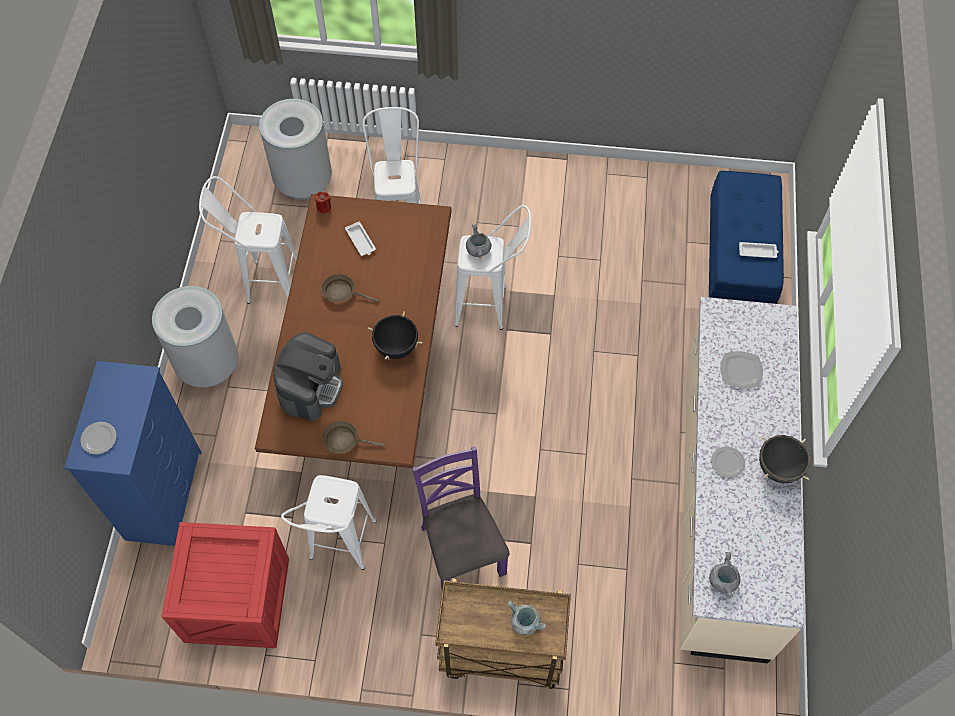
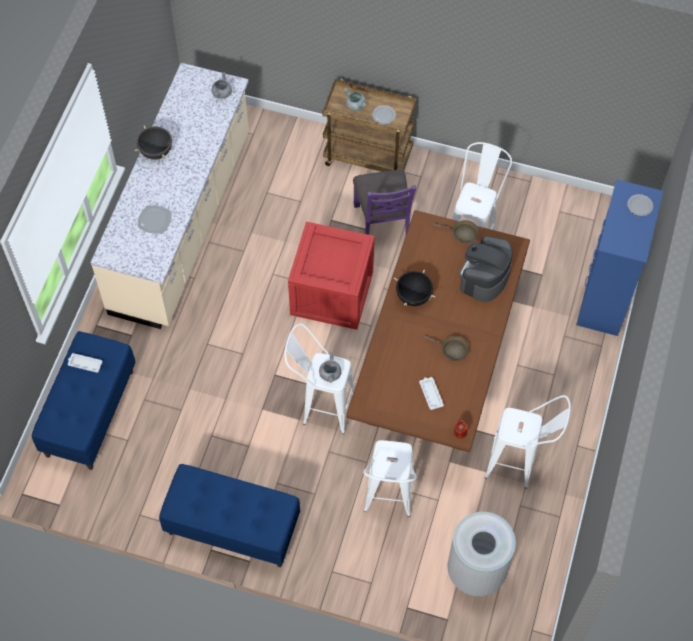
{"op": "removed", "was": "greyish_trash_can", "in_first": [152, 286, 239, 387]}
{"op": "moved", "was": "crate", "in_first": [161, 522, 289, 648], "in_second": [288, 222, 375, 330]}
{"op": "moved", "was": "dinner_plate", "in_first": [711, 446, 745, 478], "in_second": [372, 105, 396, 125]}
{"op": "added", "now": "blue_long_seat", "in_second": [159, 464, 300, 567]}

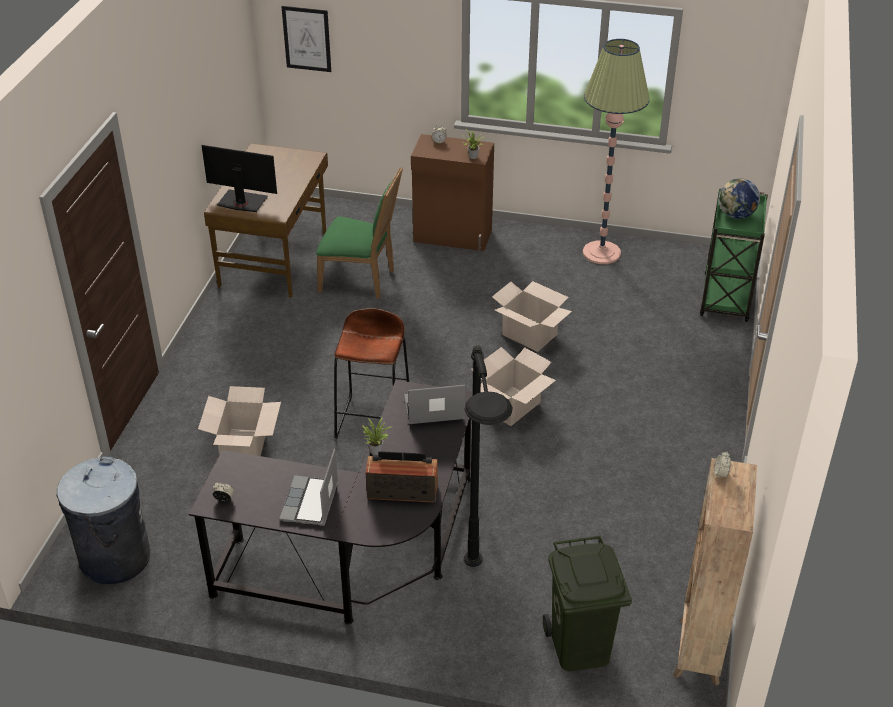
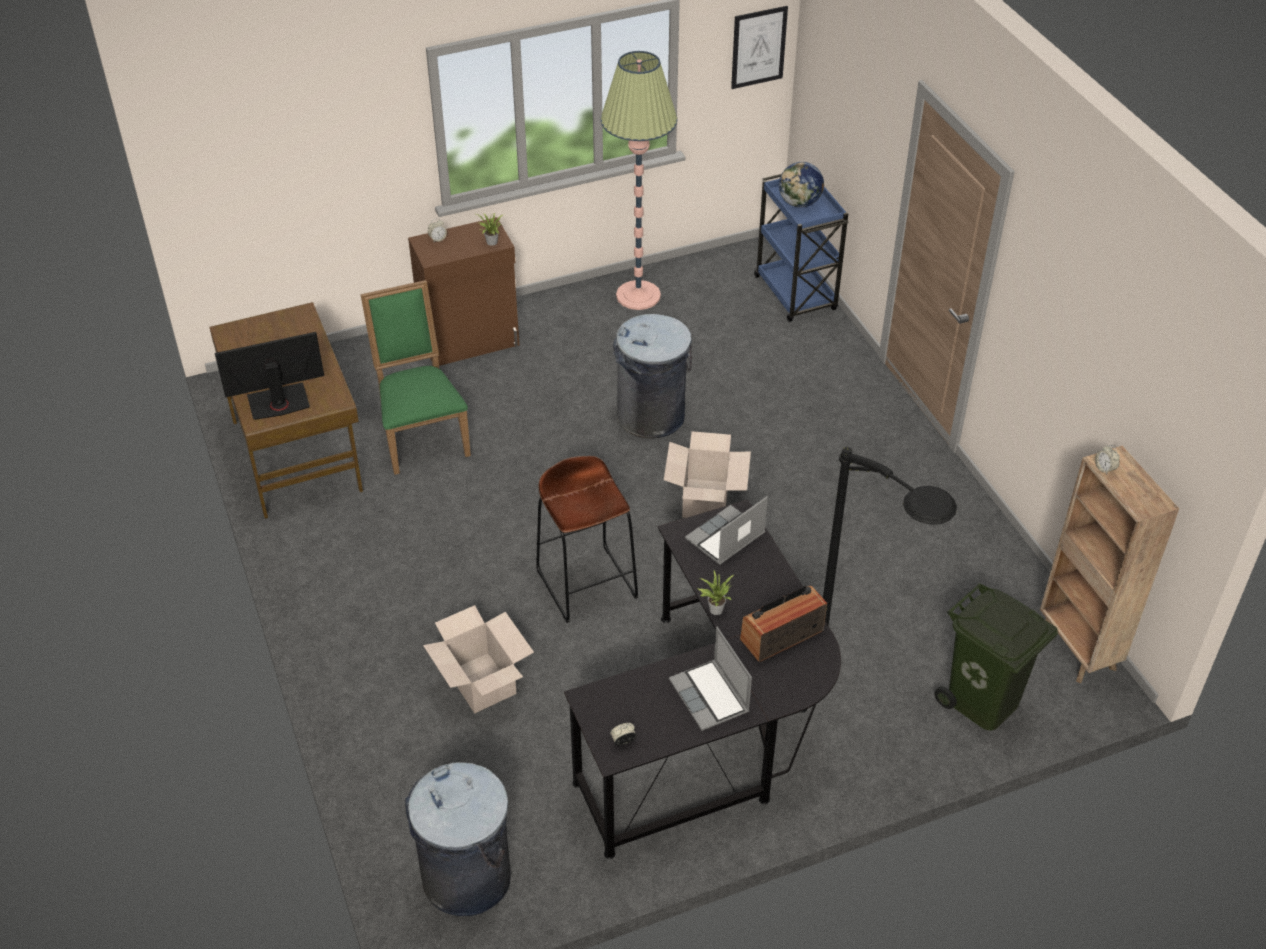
{"op": "moved", "was": "picture", "in_first": [281, 6, 331, 72], "in_second": [731, 6, 788, 89]}
{"op": "turned", "was": "green-coloured_plain_chair", "in_first": [316, 167, 403, 299], "in_second": [360, 280, 471, 475], "clockwise": -90}
{"op": "replaced", "was": "cardboard_box", "now": "greyish_trash_can", "in_first": [492, 281, 572, 352], "in_second": [613, 314, 692, 439]}
{"op": "recoloured", "was": "green-coloured_trolley", "now": "blue_trolley", "in_first": [700, 189, 768, 322], "in_second": [754, 174, 848, 322]}

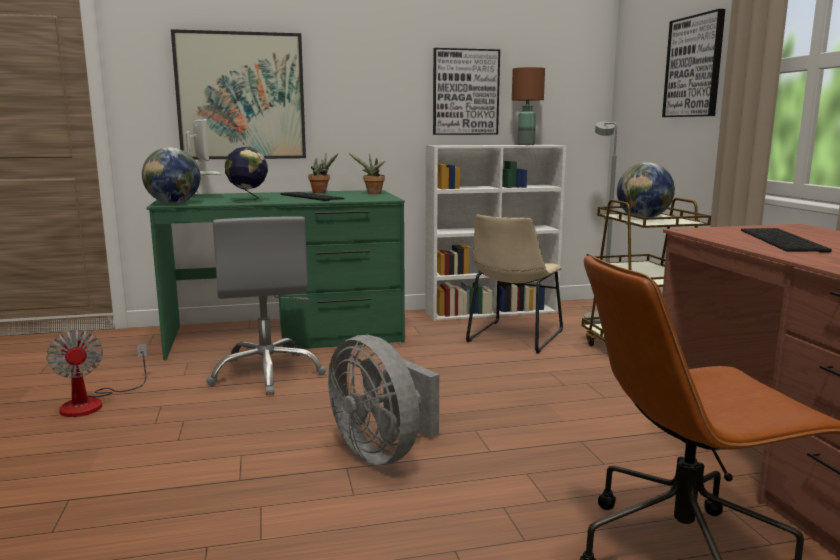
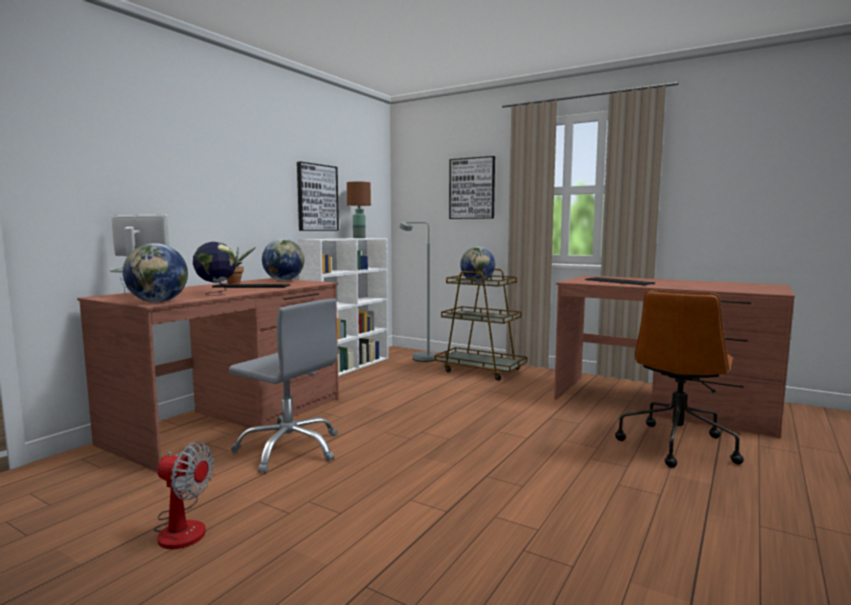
{"op": "recoloured", "was": "green-coloured_desk_table", "now": "brown-coloured_desk_table", "in_first": [146, 190, 405, 360], "in_second": [77, 278, 339, 472]}
{"op": "removed", "was": "picture", "in_first": [171, 29, 306, 159]}
{"op": "removed", "was": "greyish_cooling_fan", "in_first": [328, 335, 439, 465]}
{"op": "replaced", "was": "plant_in_a_pot", "now": "globe", "in_first": [350, 153, 385, 194], "in_second": [262, 239, 304, 281]}
{"op": "removed", "was": "beige-coloured_plain_chair", "in_first": [466, 214, 563, 354]}

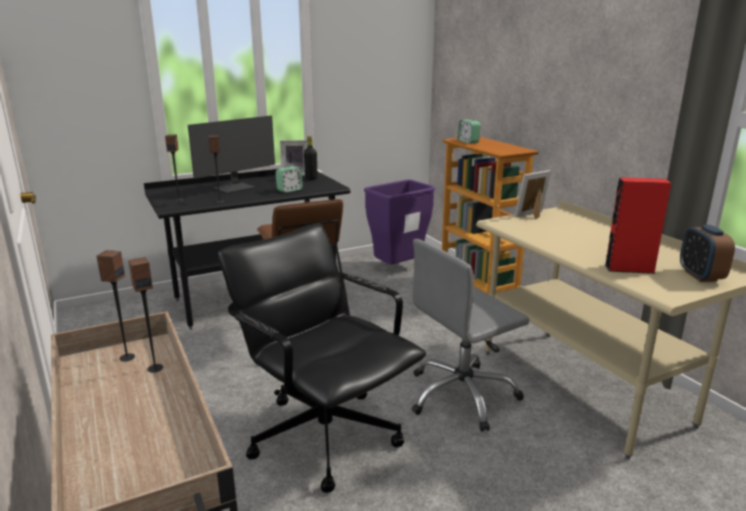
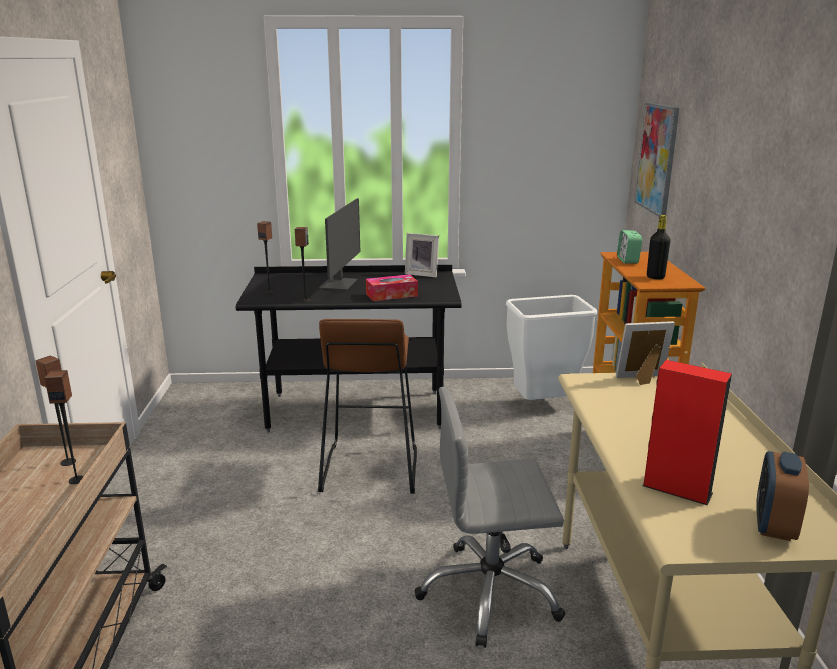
{"op": "turned", "was": "monitor", "in_first": [188, 116, 275, 193], "in_second": [319, 198, 360, 290], "clockwise": -60}
{"op": "removed", "was": "blackish_office_chair", "in_first": [218, 223, 426, 493]}
{"op": "replaced", "was": "alarm_clock", "now": "box_of_tissues", "in_first": [276, 166, 303, 193], "in_second": [366, 274, 418, 301]}
{"op": "moved", "was": "blackish_beverage_bottle", "in_first": [304, 136, 317, 180], "in_second": [647, 215, 670, 280]}
{"op": "recoloured", "was": "purple_trash_can", "now": "whitish_trash_can", "in_first": [364, 180, 435, 265], "in_second": [506, 295, 597, 400]}
{"op": "added", "now": "picture", "in_second": [635, 103, 679, 217]}

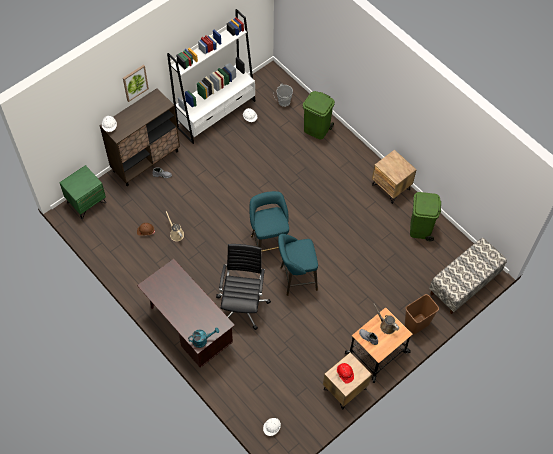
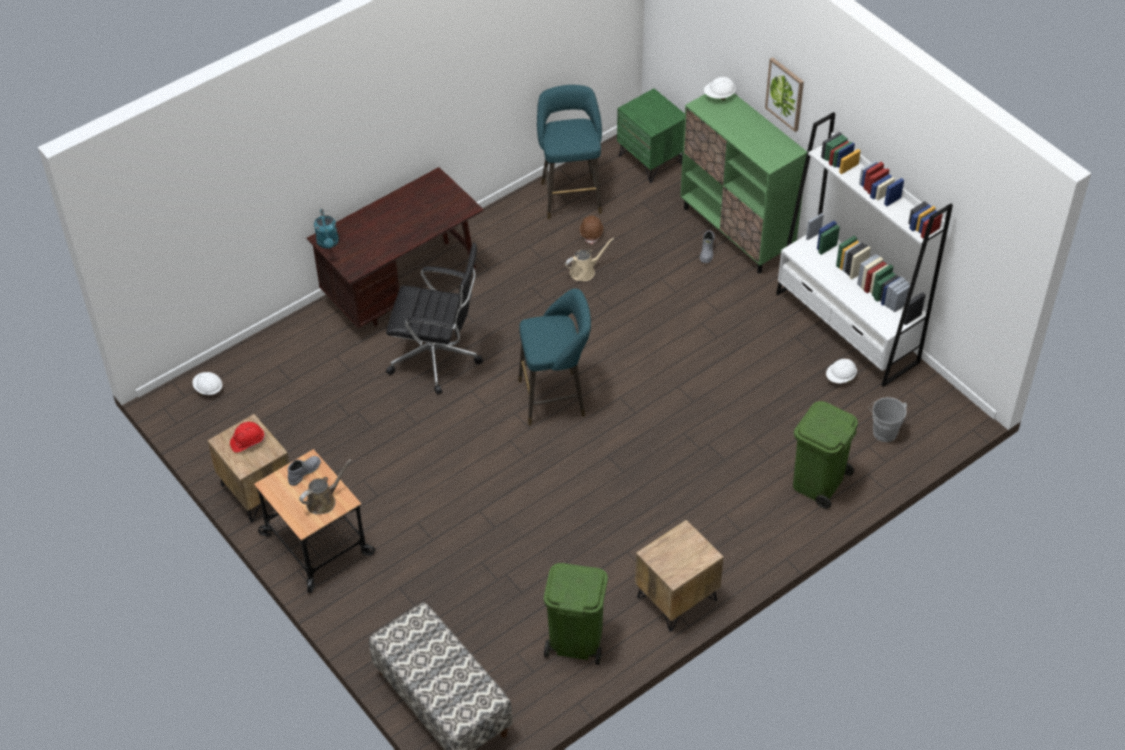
{"op": "recoloured", "was": "brown-coloured_cabinet", "now": "green-coloured_cabinet", "in_first": [100, 88, 180, 186], "in_second": [680, 93, 807, 273]}
{"op": "moved", "was": "turquoise_sitting_stool", "in_first": [278, 234, 318, 296], "in_second": [537, 85, 602, 219]}
{"op": "removed", "was": "brown-coloured_trash_can", "in_first": [405, 294, 439, 335]}

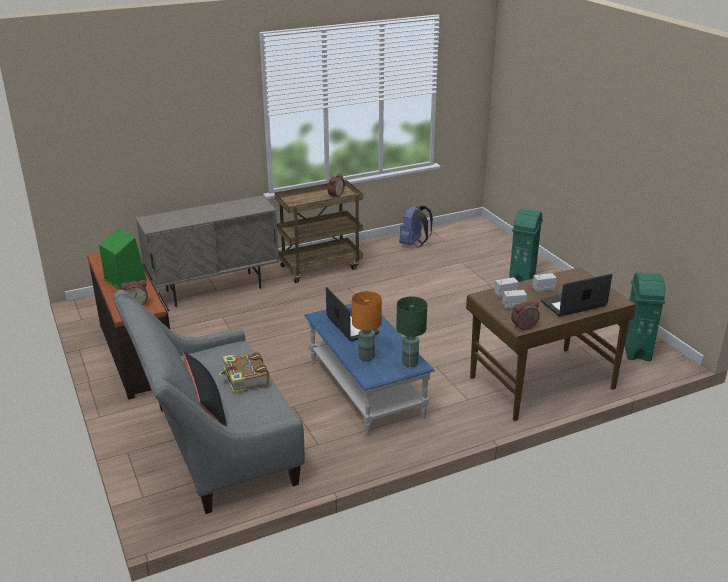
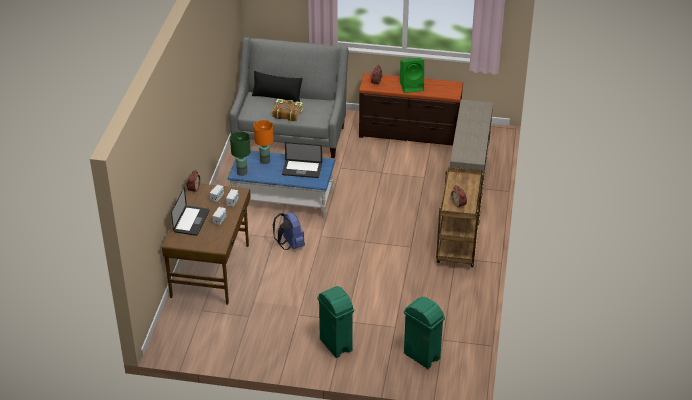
{"op": "moved", "was": "blue_backpack", "in_first": [399, 205, 433, 247], "in_second": [273, 212, 305, 250]}
{"op": "moved", "was": "green-coloured_trash_can", "in_first": [624, 272, 665, 361], "in_second": [404, 297, 445, 369]}

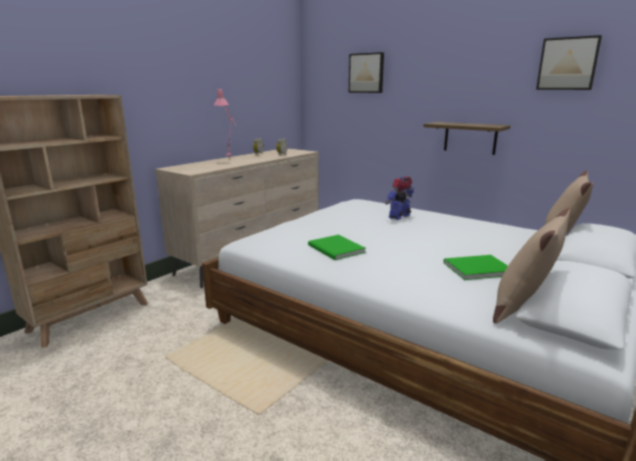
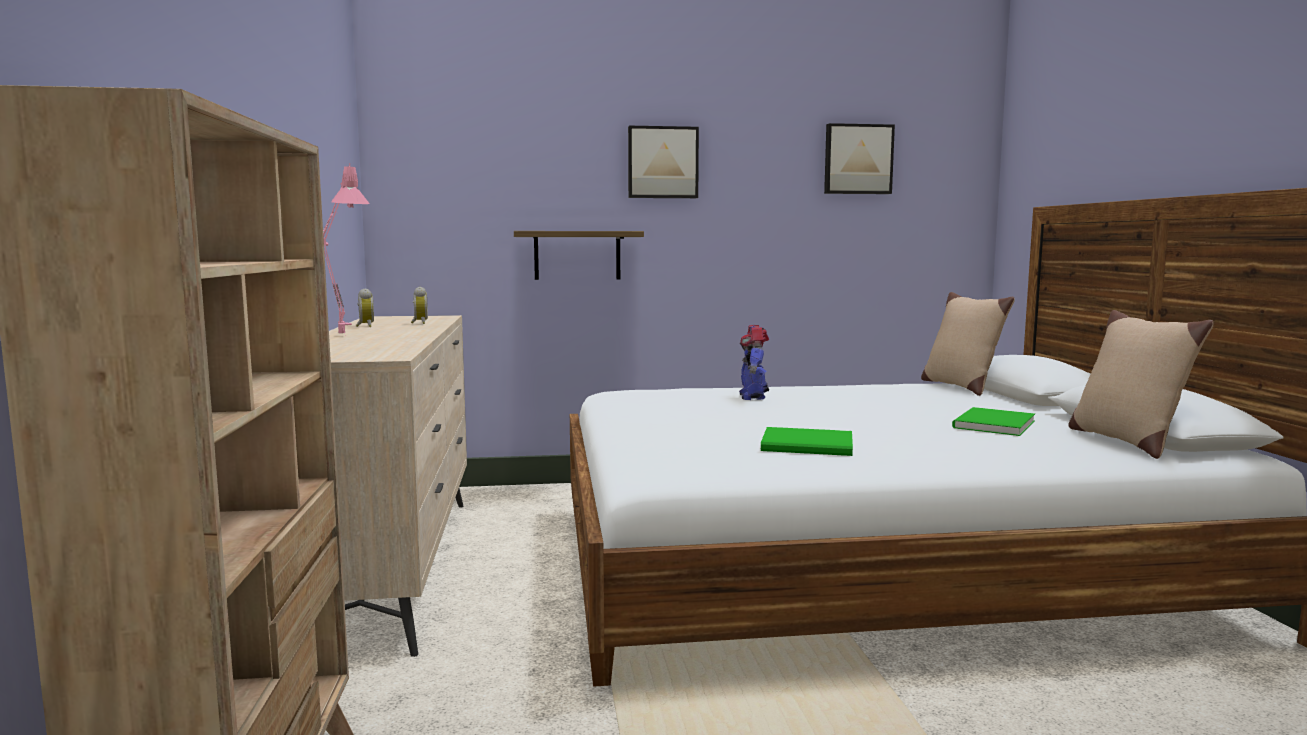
{"op": "moved", "was": "picture", "in_first": [349, 52, 384, 93], "in_second": [628, 126, 699, 198]}
{"op": "moved", "was": "wall_shelf", "in_first": [423, 122, 510, 155], "in_second": [514, 231, 644, 280]}

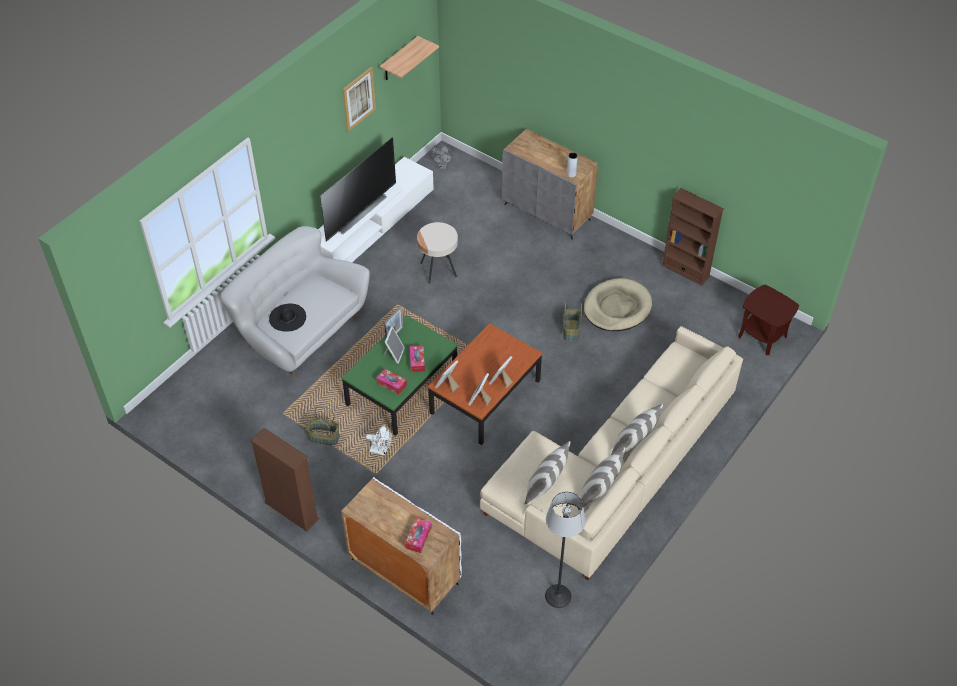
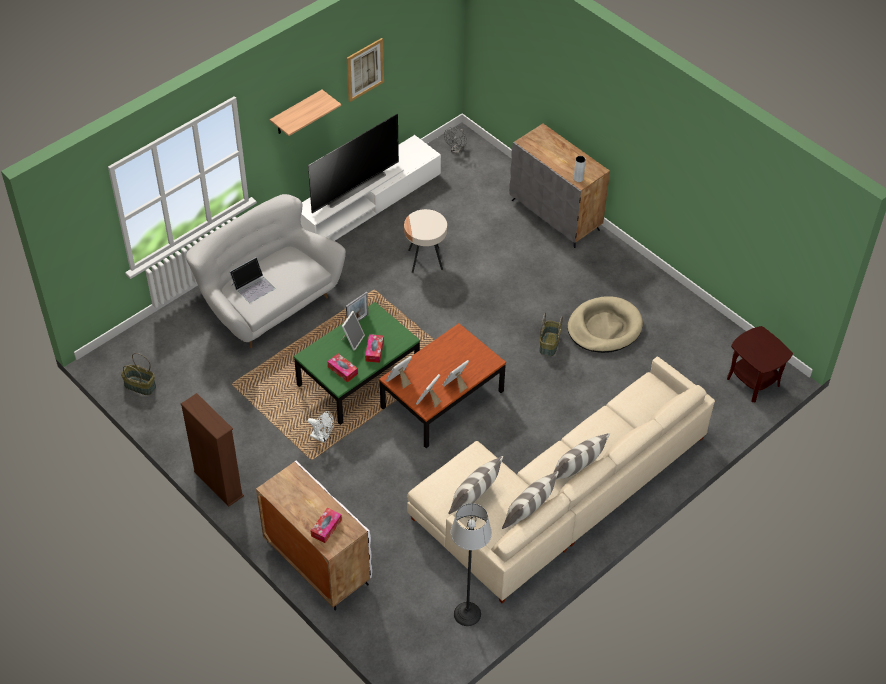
{"op": "replaced", "was": "blackish_hat", "now": "notebook_computer", "in_first": [269, 303, 306, 332], "in_second": [229, 257, 275, 303]}
{"op": "moved", "was": "basket", "in_first": [306, 406, 340, 446], "in_second": [121, 353, 156, 395]}
{"op": "moved", "was": "wall_shelf", "in_first": [379, 36, 439, 80], "in_second": [270, 90, 341, 136]}
{"op": "removed", "was": "brown-coloured_bookshelf", "in_first": [661, 188, 724, 286]}

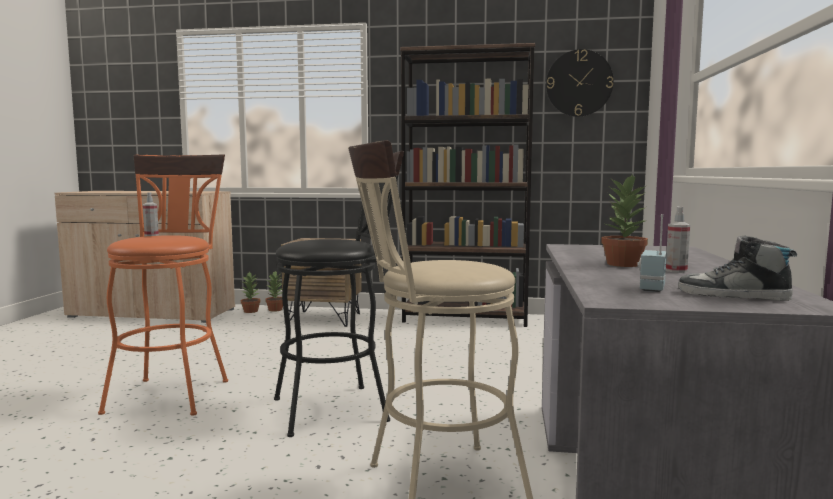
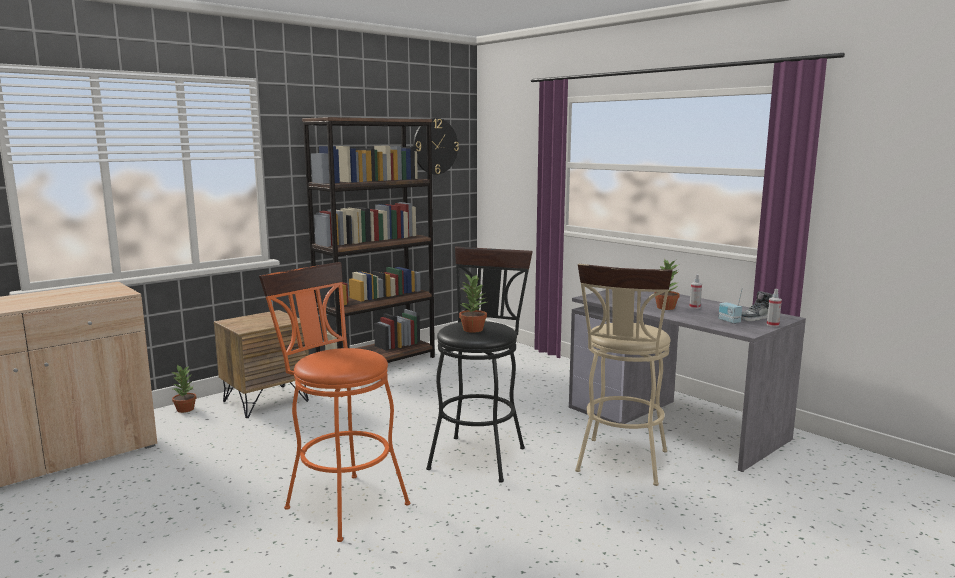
{"op": "moved", "was": "sprayer", "in_first": [143, 192, 159, 236], "in_second": [767, 289, 782, 327]}
{"op": "moved", "was": "plant_in_a_pot", "in_first": [241, 272, 261, 313], "in_second": [459, 274, 487, 333]}

